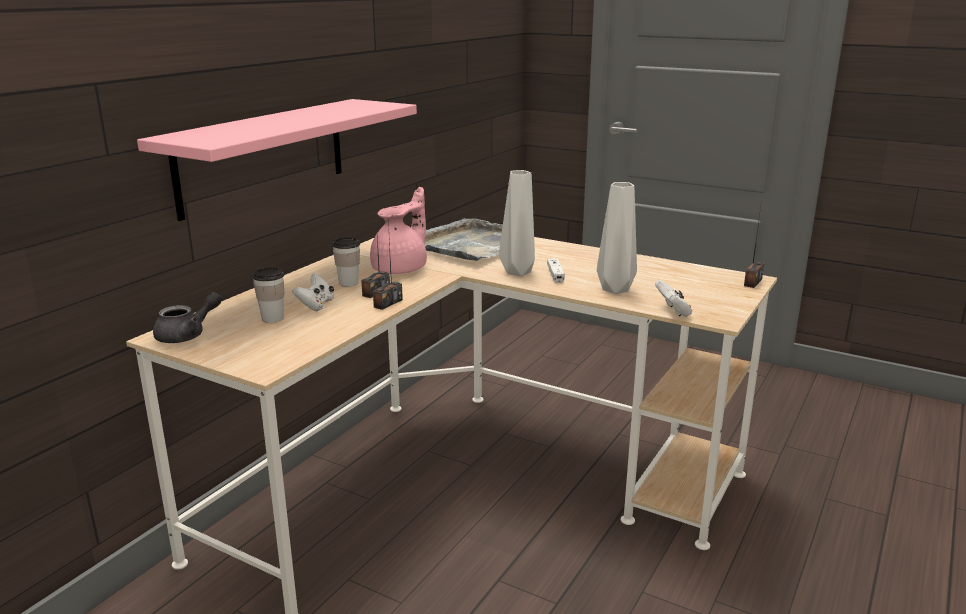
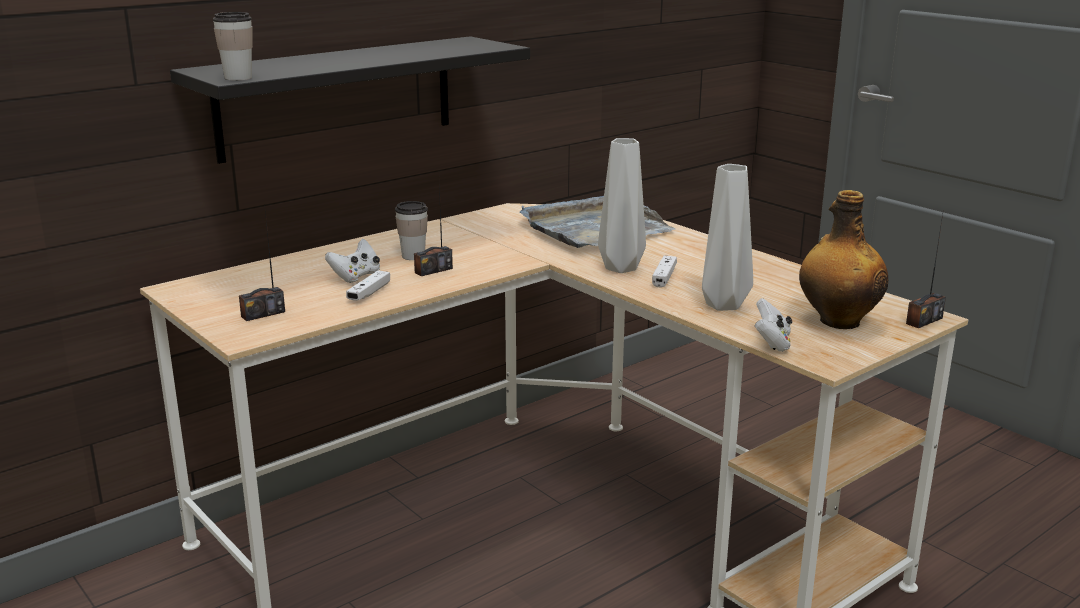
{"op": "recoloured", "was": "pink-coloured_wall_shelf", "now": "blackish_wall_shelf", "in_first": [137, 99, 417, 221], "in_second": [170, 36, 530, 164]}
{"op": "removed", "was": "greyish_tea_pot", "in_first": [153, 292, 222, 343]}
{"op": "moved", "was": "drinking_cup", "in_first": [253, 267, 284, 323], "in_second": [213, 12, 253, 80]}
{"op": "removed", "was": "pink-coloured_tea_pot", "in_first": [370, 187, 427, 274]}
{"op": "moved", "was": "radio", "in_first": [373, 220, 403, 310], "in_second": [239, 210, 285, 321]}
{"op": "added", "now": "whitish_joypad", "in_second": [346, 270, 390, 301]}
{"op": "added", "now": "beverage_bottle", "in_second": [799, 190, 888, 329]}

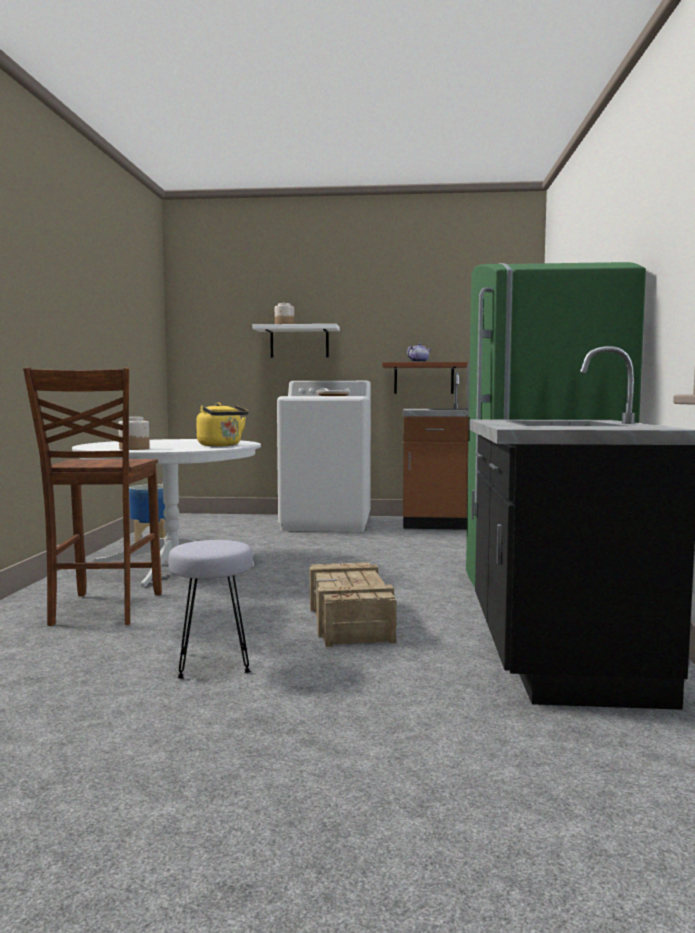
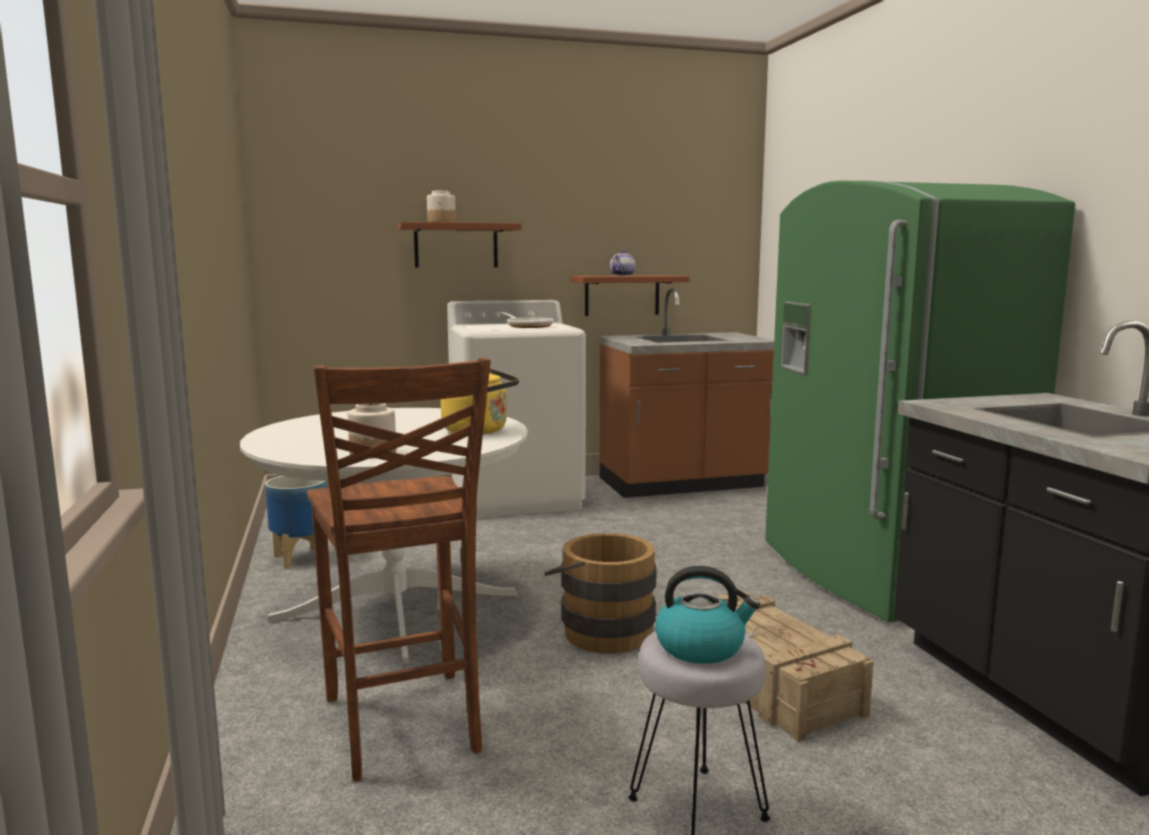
{"op": "recoloured", "was": "whitish_wall_shelf", "now": "brown-coloured_wall_shelf", "in_first": [252, 324, 340, 358], "in_second": [397, 222, 522, 267]}
{"op": "added", "now": "brown-coloured_bucket", "in_second": [544, 533, 657, 654]}
{"op": "added", "now": "water_kettle", "in_second": [655, 566, 760, 664]}

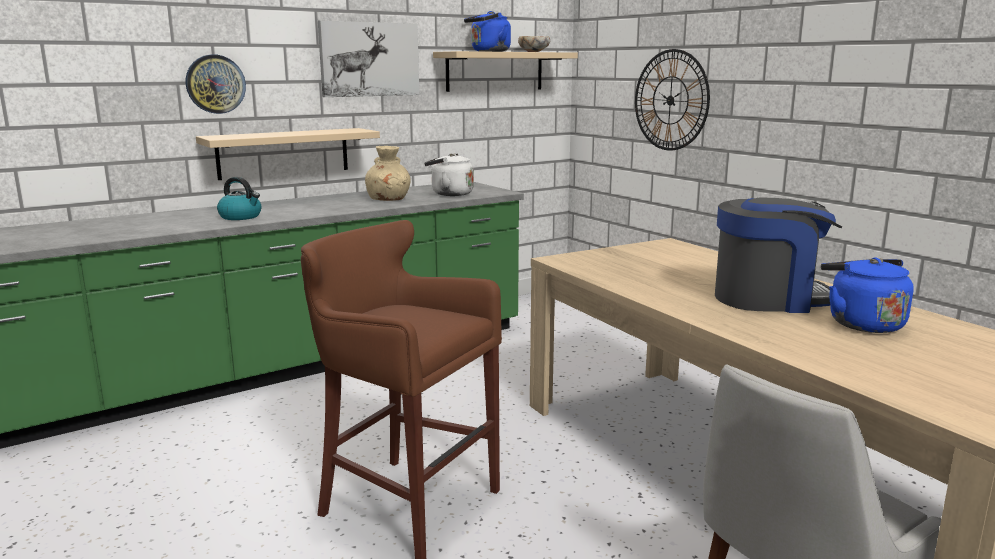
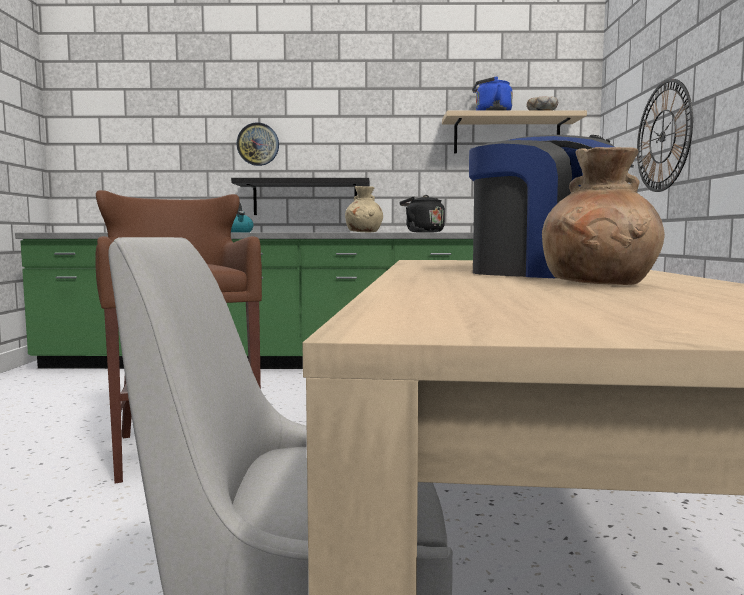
{"op": "recoloured", "was": "beige-coloured_wall_shelf", "now": "blackish_wall_shelf", "in_first": [196, 128, 380, 180], "in_second": [231, 178, 370, 215]}
{"op": "removed", "was": "picture", "in_first": [318, 20, 419, 97]}
{"op": "recoloured", "was": "whitish_water_kettle", "now": "blackish_water_kettle", "in_first": [424, 153, 474, 196], "in_second": [399, 195, 445, 232]}
{"op": "replaced", "was": "blue_water_kettle", "now": "brown-coloured_decorative_vase", "in_first": [821, 257, 914, 333], "in_second": [542, 147, 665, 285]}

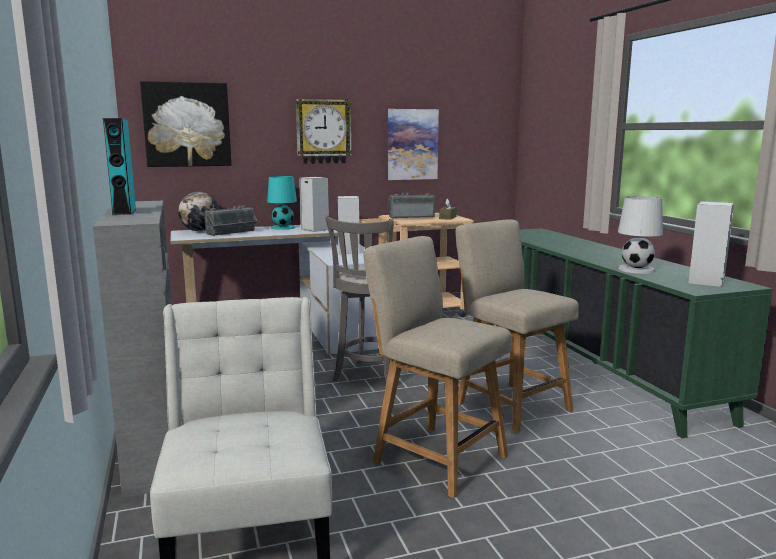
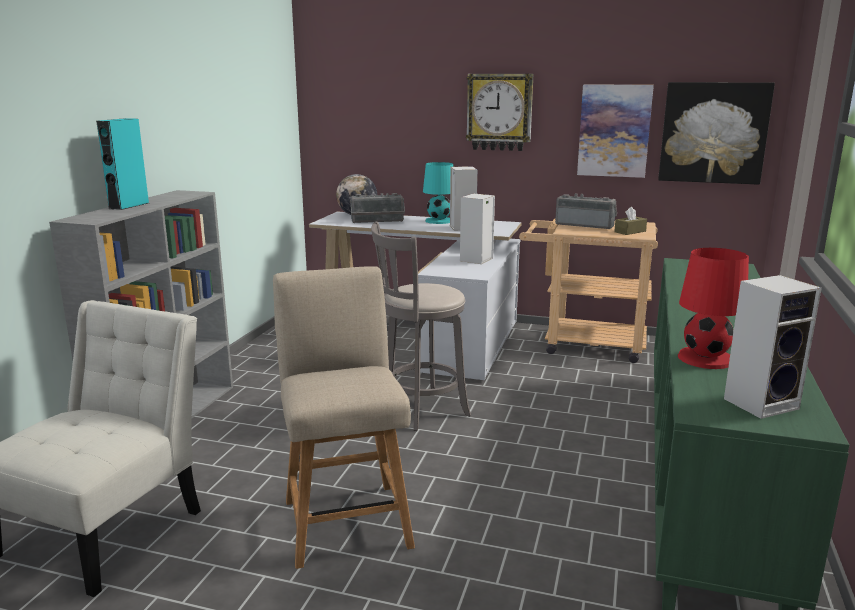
{"op": "moved", "was": "picture", "in_first": [140, 81, 232, 167], "in_second": [658, 82, 775, 185]}
{"op": "removed", "was": "beige-coloured_plain_chair", "in_first": [455, 220, 579, 434]}
{"op": "recoloured", "was": "whitish_lamp_for_a_table", "now": "reddish_lamp_for_a_table", "in_first": [618, 196, 663, 274], "in_second": [678, 248, 749, 369]}

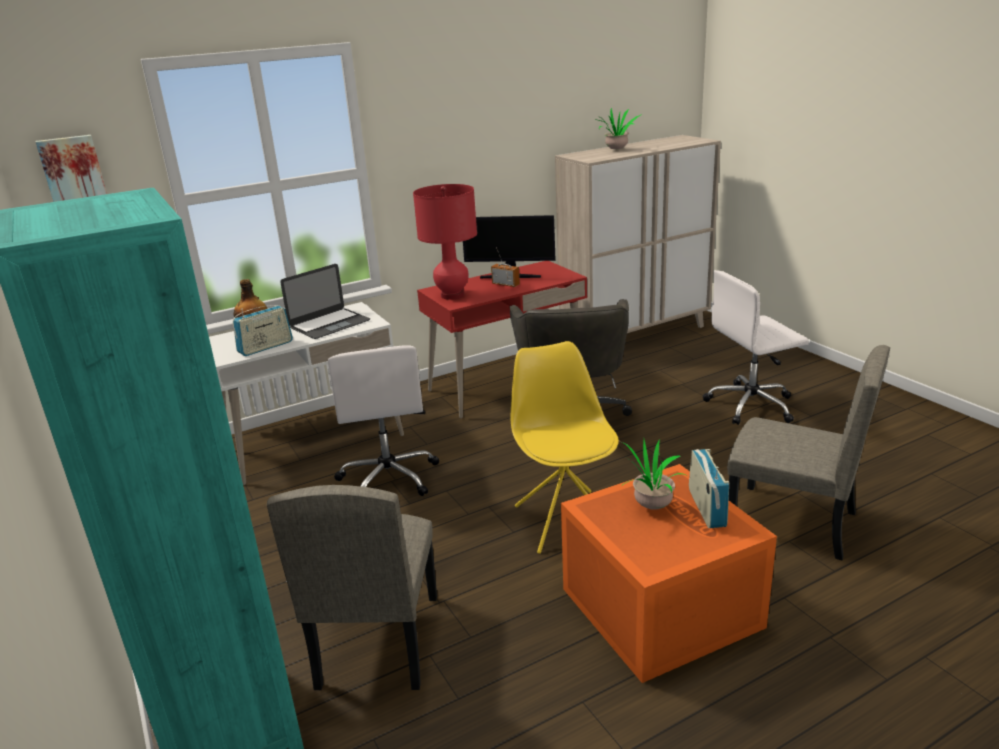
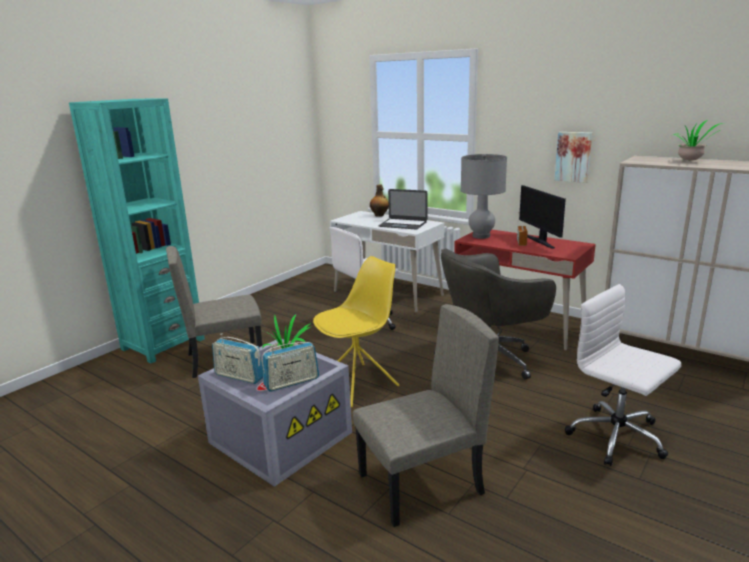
{"op": "moved", "was": "picture", "in_first": [35, 135, 107, 202], "in_second": [555, 132, 592, 183]}
{"op": "moved", "was": "radio", "in_first": [233, 305, 293, 356], "in_second": [212, 334, 263, 384]}
{"op": "recoloured", "was": "reddish_lamp_for_a_table", "now": "greyish_lamp_for_a_table", "in_first": [413, 184, 477, 300], "in_second": [461, 154, 507, 239]}
{"op": "recoloured", "was": "orange-coloured_storage_container", "now": "greyish_storage_container", "in_first": [561, 464, 777, 683], "in_second": [198, 338, 352, 487]}
{"op": "turned", "was": "beige-coloured_plain_chair", "in_first": [727, 345, 890, 560], "in_second": [353, 304, 499, 527], "clockwise": -120}

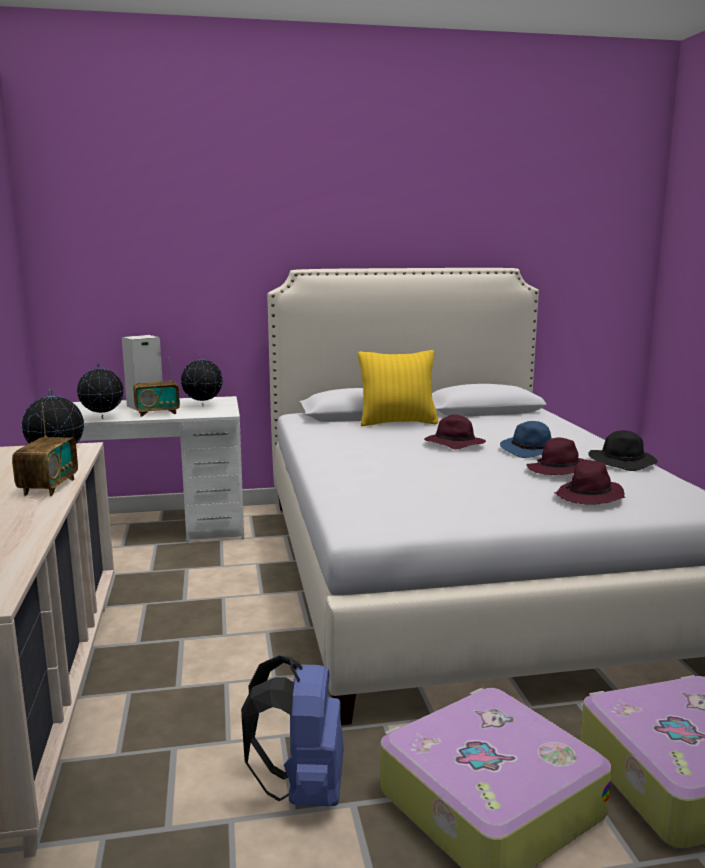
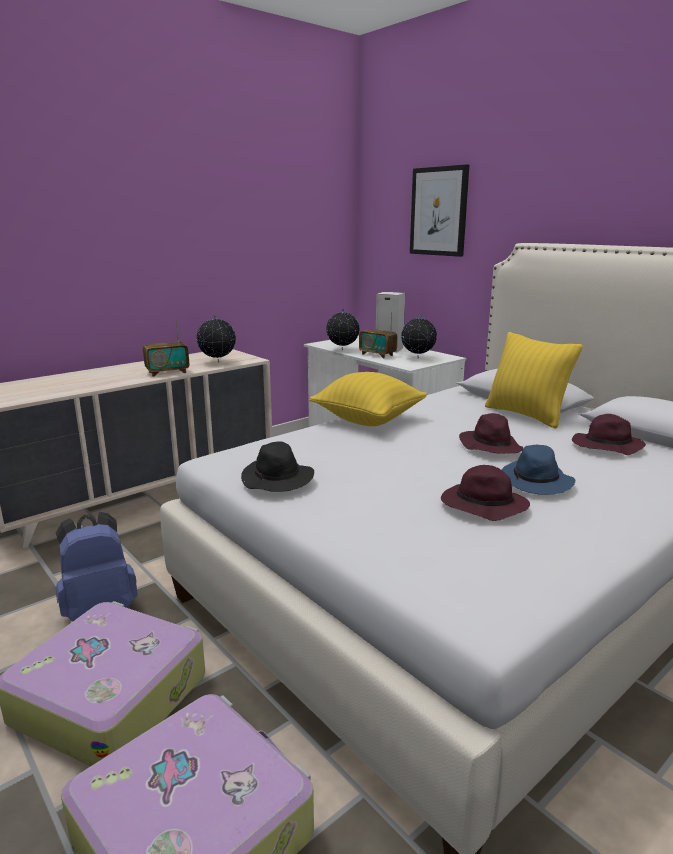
{"op": "moved", "was": "purple_hat", "in_first": [554, 460, 625, 505], "in_second": [572, 414, 646, 455]}
{"op": "moved", "was": "blackish_hat", "in_first": [589, 430, 658, 471], "in_second": [241, 441, 314, 492]}
{"op": "added", "now": "yellowish_cushion", "in_second": [309, 372, 427, 426]}
{"op": "added", "now": "picture", "in_second": [410, 164, 469, 257]}

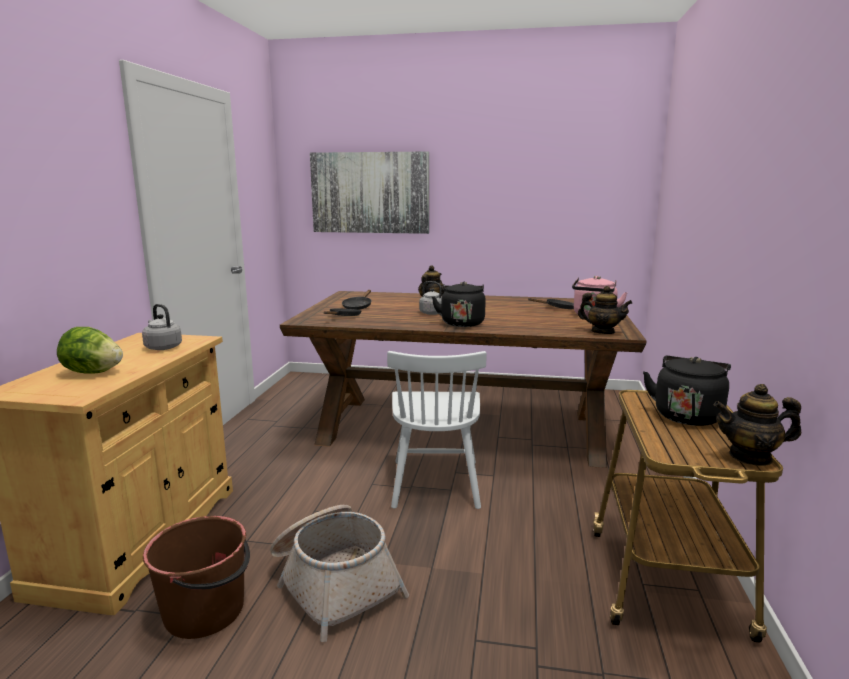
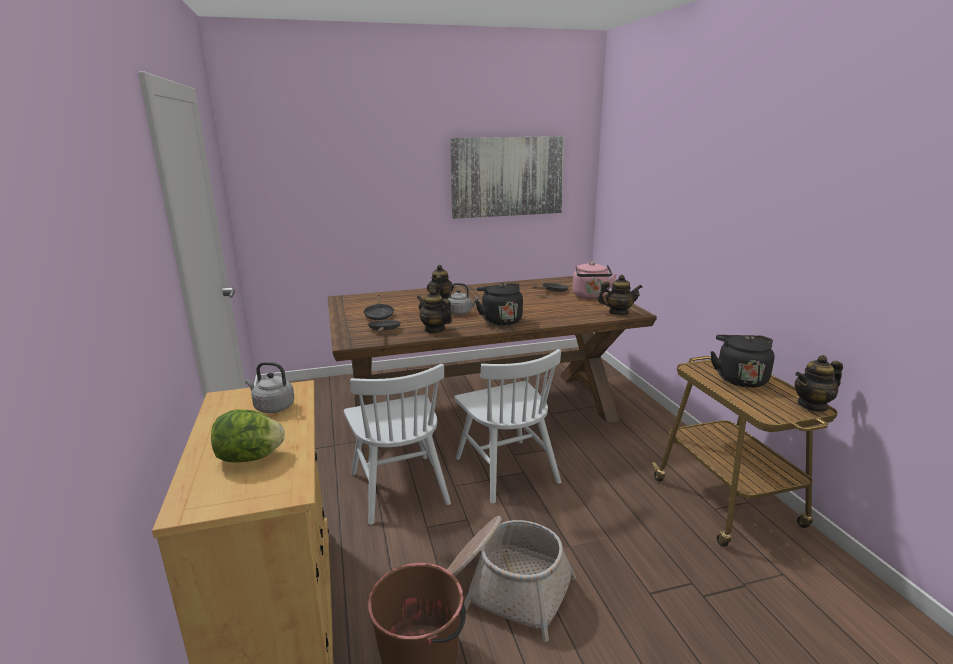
{"op": "moved", "was": "picture", "in_first": [310, 151, 429, 234], "in_second": [450, 136, 565, 219]}
{"op": "added", "now": "whitish_plain_chair", "in_second": [344, 364, 451, 525]}
{"op": "added", "now": "tea_pot", "in_second": [417, 289, 452, 333]}

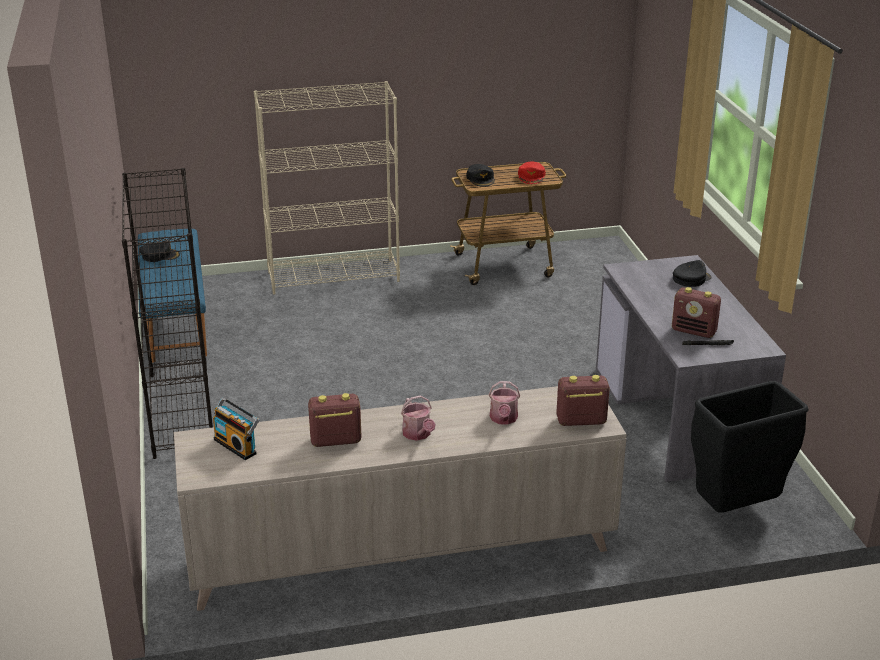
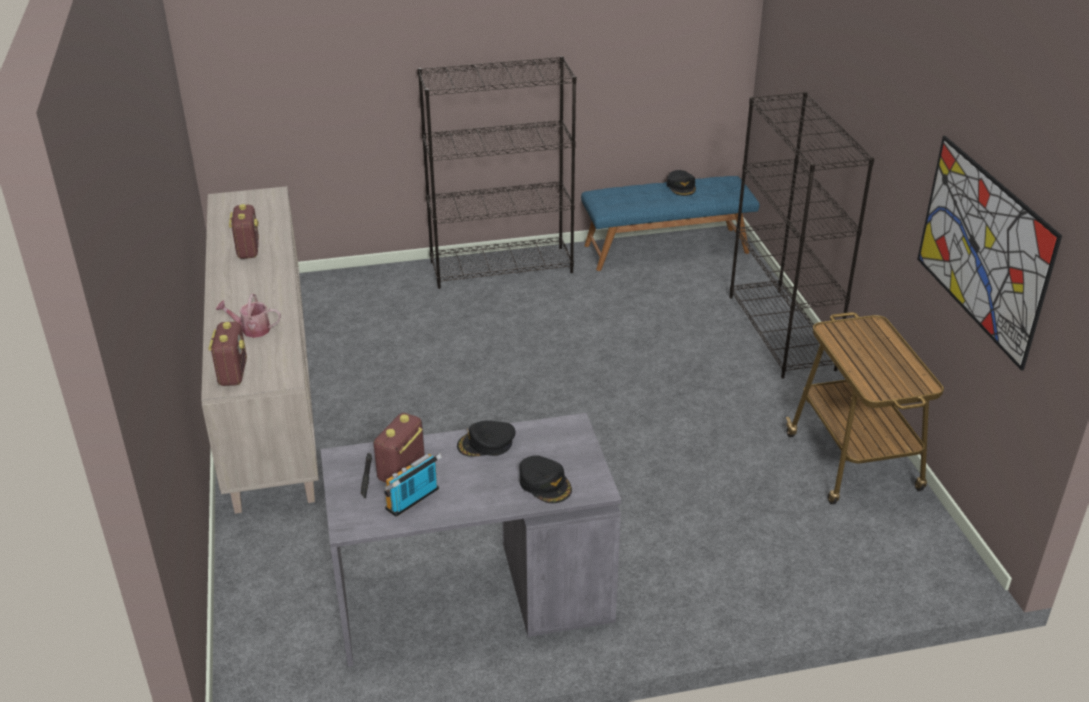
{"op": "moved", "was": "radio", "in_first": [213, 397, 259, 460], "in_second": [384, 453, 442, 517]}
{"op": "recoloured", "was": "beige-coloured_bookshelf", "now": "blackish_bookshelf", "in_first": [254, 81, 400, 295], "in_second": [729, 92, 874, 378]}
{"op": "removed", "was": "watering_pot", "in_first": [401, 395, 436, 441]}
{"op": "moved", "was": "blackish_baseball_cap", "in_first": [466, 164, 495, 187], "in_second": [457, 421, 515, 457]}
{"op": "removed", "was": "reddish_baseball_cap", "in_first": [518, 162, 545, 184]}
{"op": "removed", "was": "blackish_trash_can", "in_first": [691, 381, 808, 513]}
{"op": "added", "now": "picture", "in_second": [917, 136, 1062, 371]}

